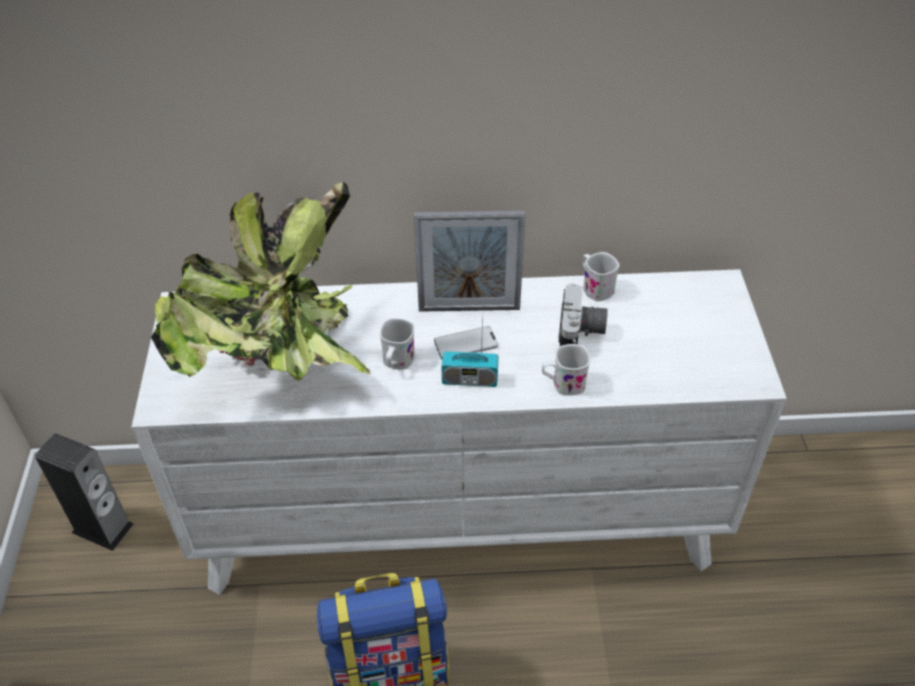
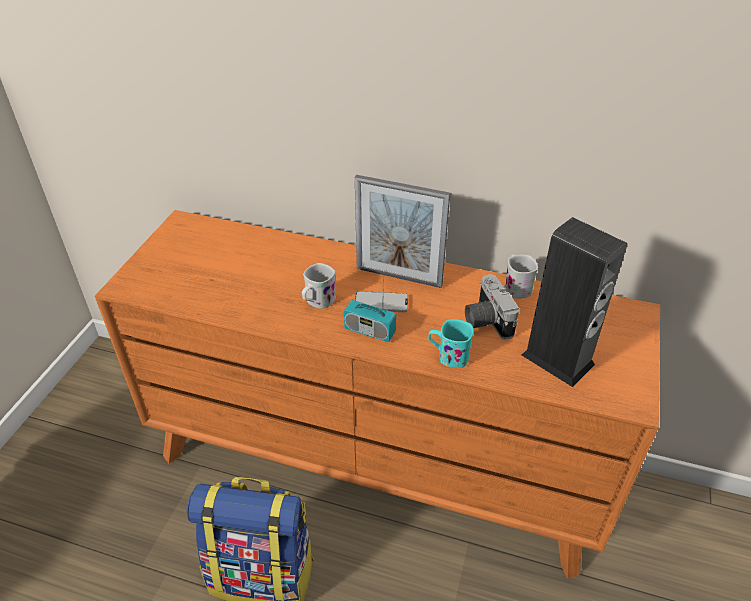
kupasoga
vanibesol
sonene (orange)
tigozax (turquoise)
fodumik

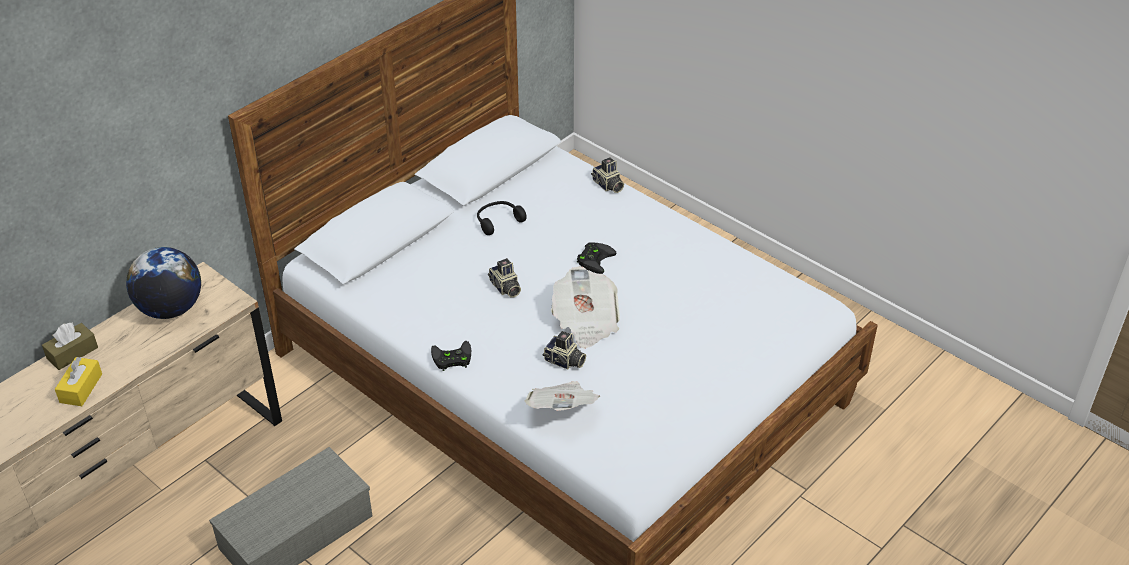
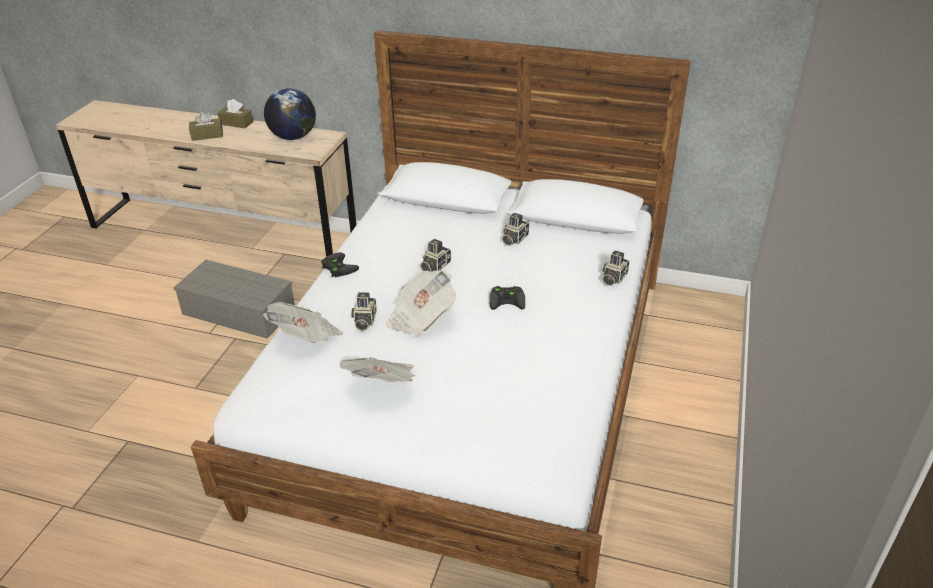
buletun (no. 2 from left)
fodumik (no. 3 from left)
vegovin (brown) (no. 1 from left)

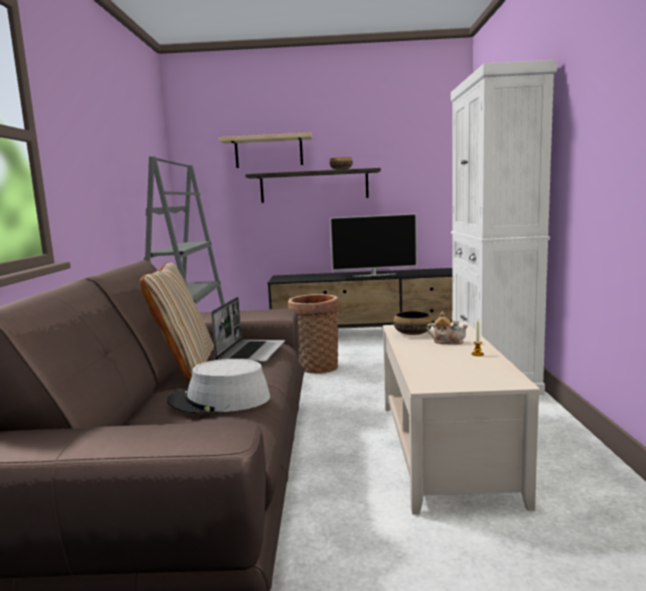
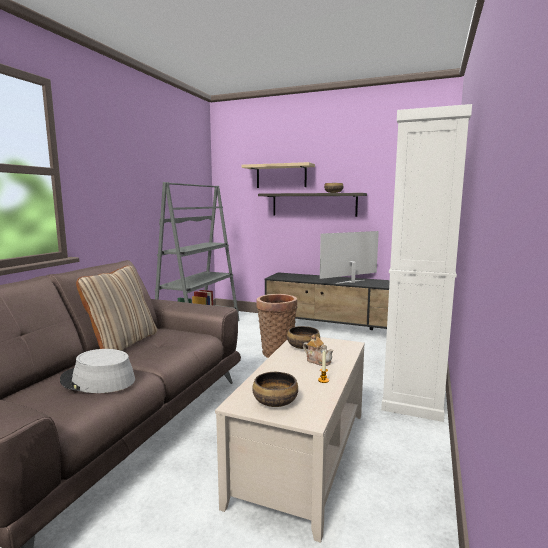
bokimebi
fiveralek (no. 1 from left)
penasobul

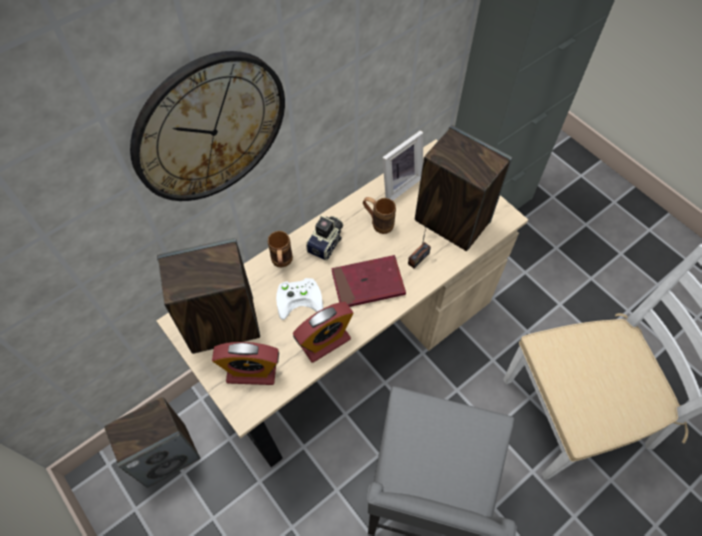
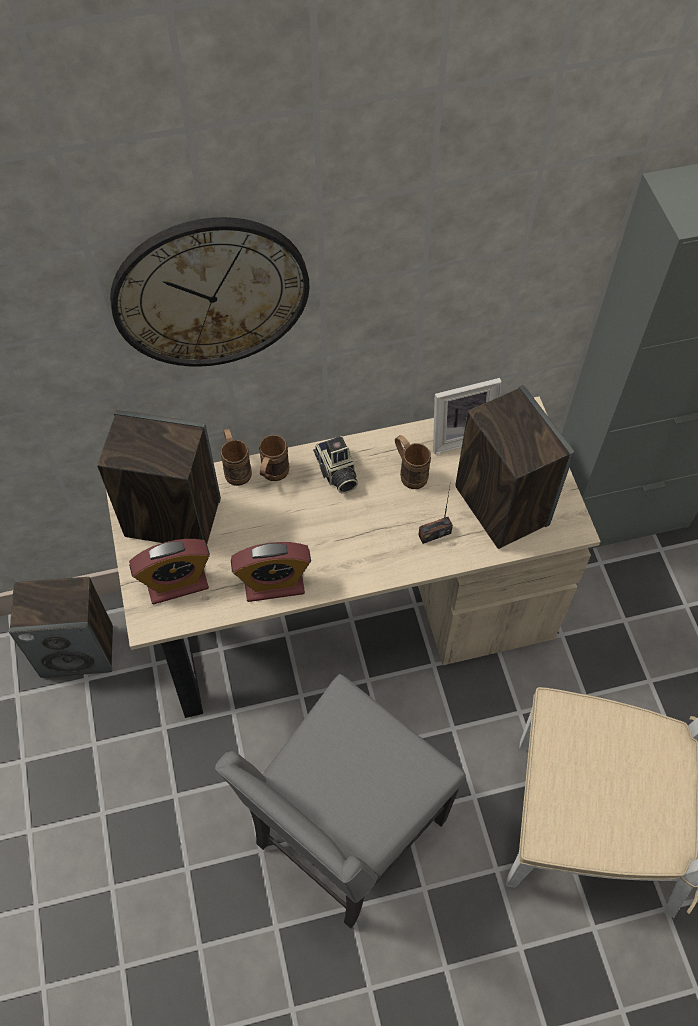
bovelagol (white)
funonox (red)
tigozax (brown) (no. 1 from left)
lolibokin (no. 1 from left)
fodumik

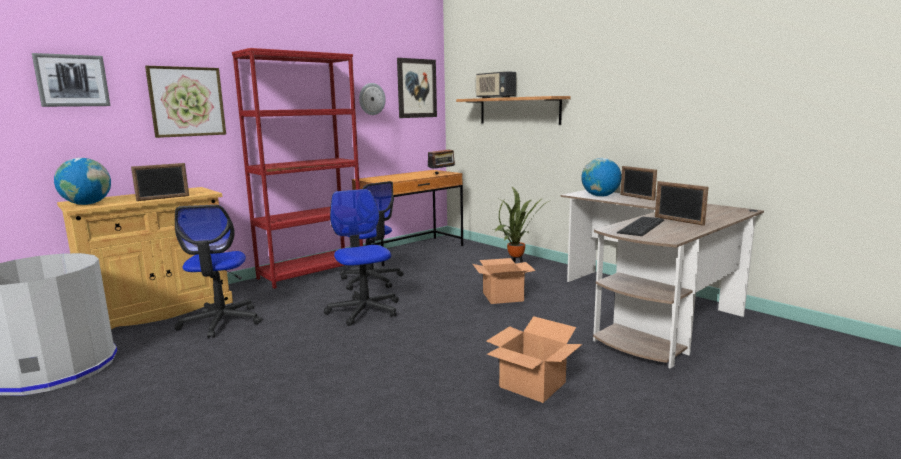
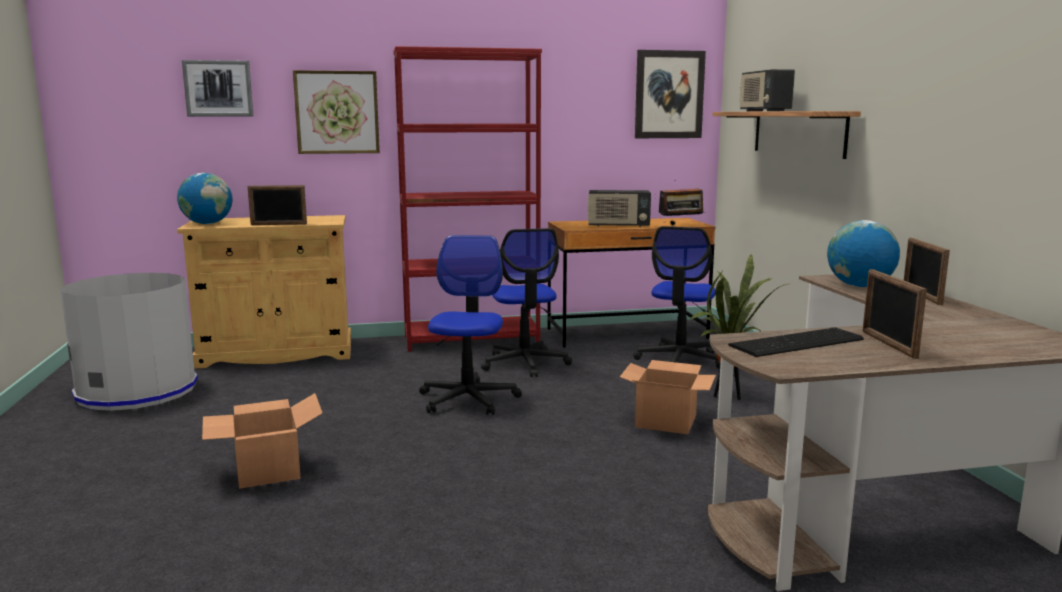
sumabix
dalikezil (no. 1 from left)
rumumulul (no. 3 from left)
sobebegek (no. 1 from left)

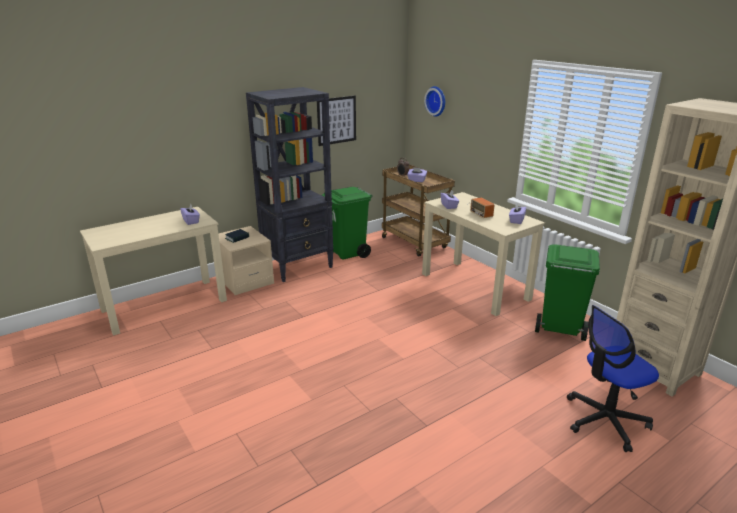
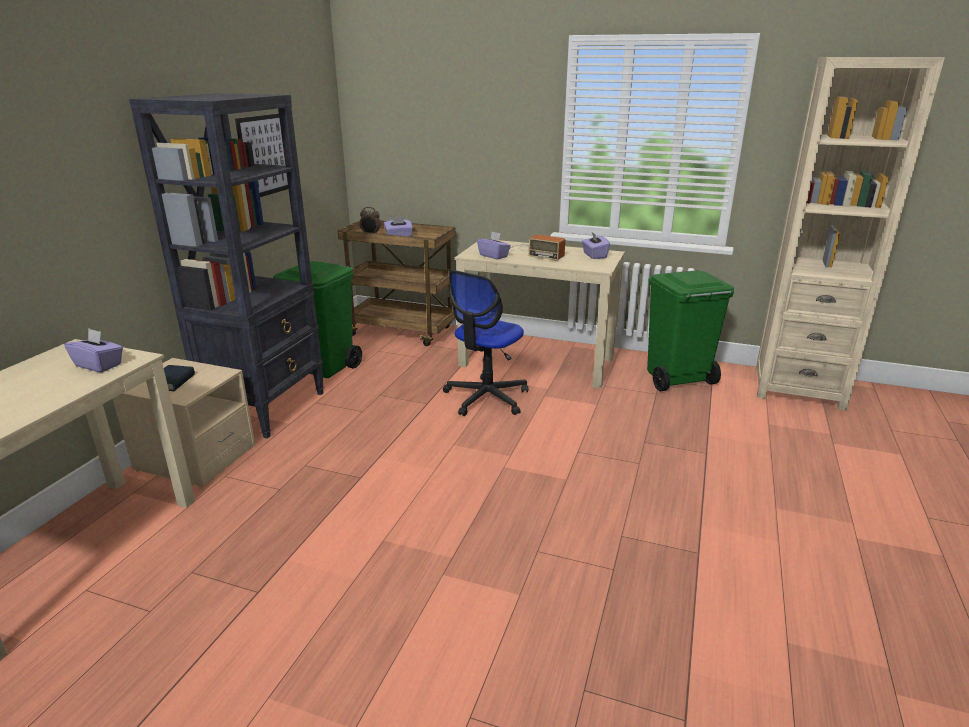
sumabix
rumumulul

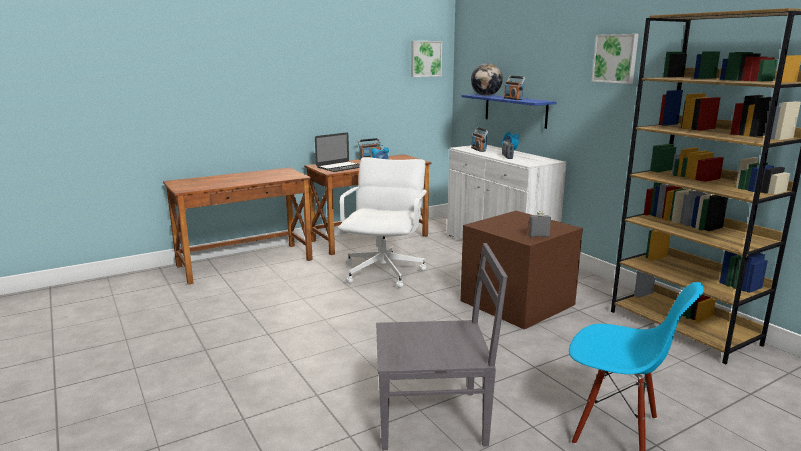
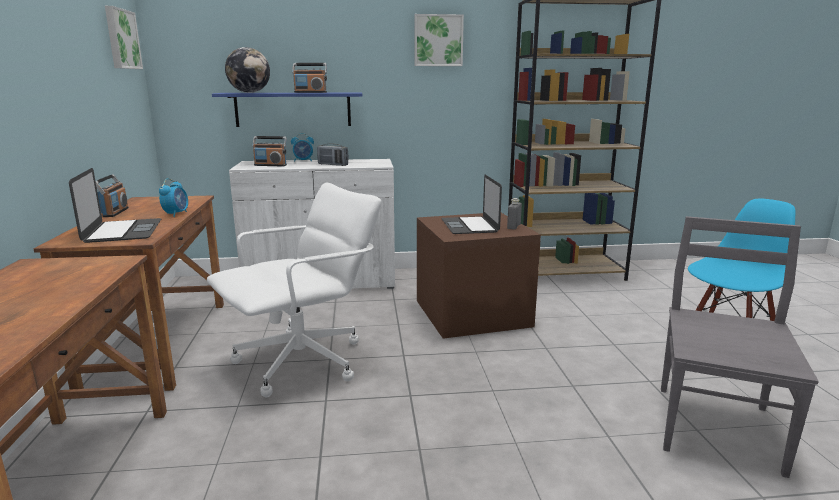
bokimebi (no. 2 from left)
rumumulul (white)

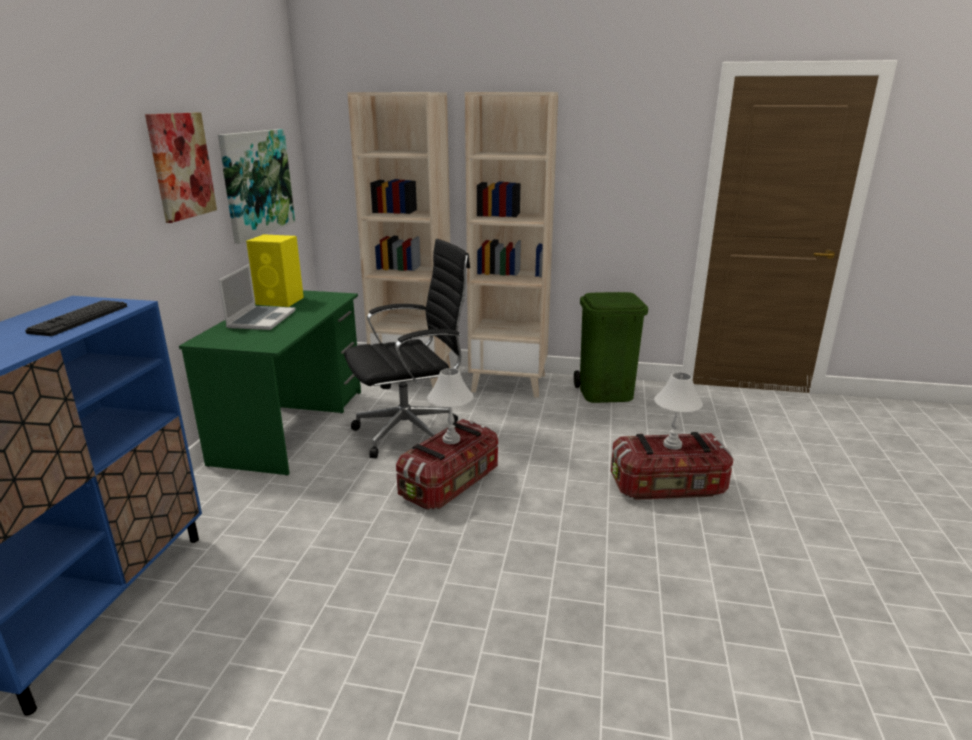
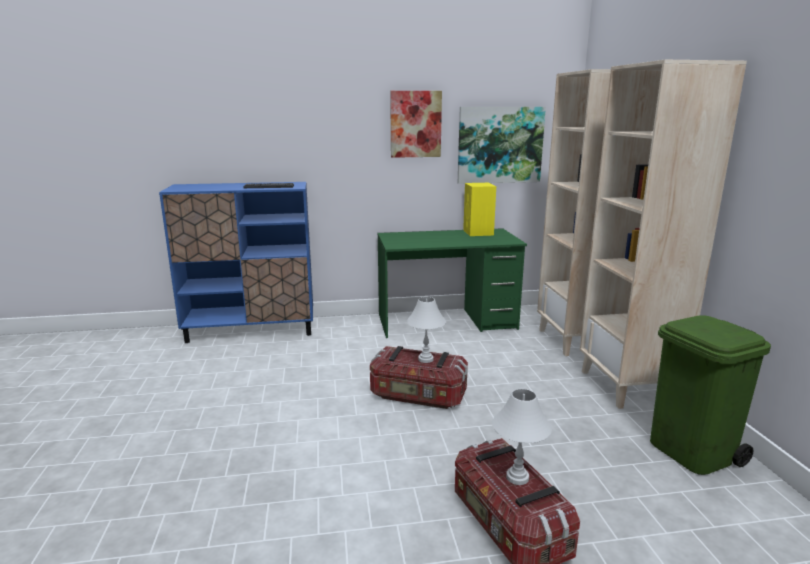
bokimebi
rumumulul (black)

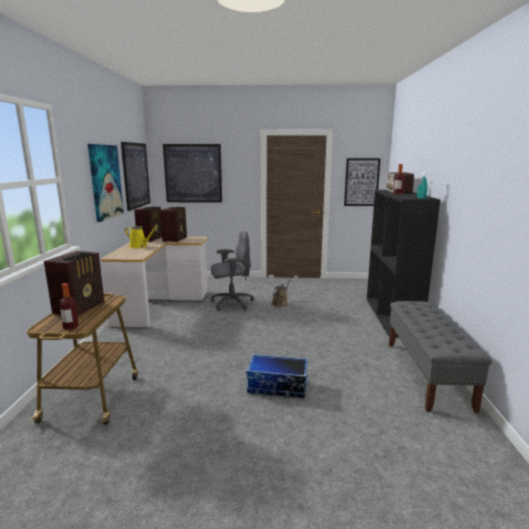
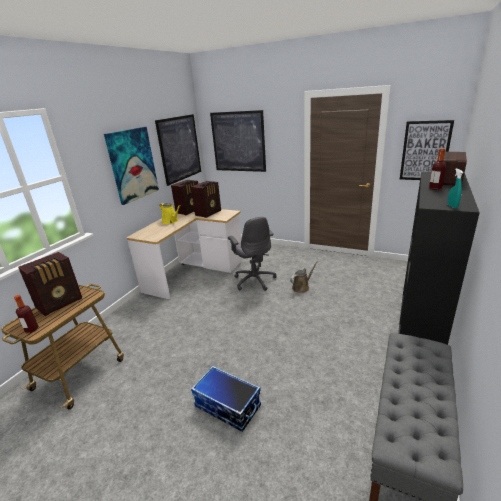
rumumulul (grey)

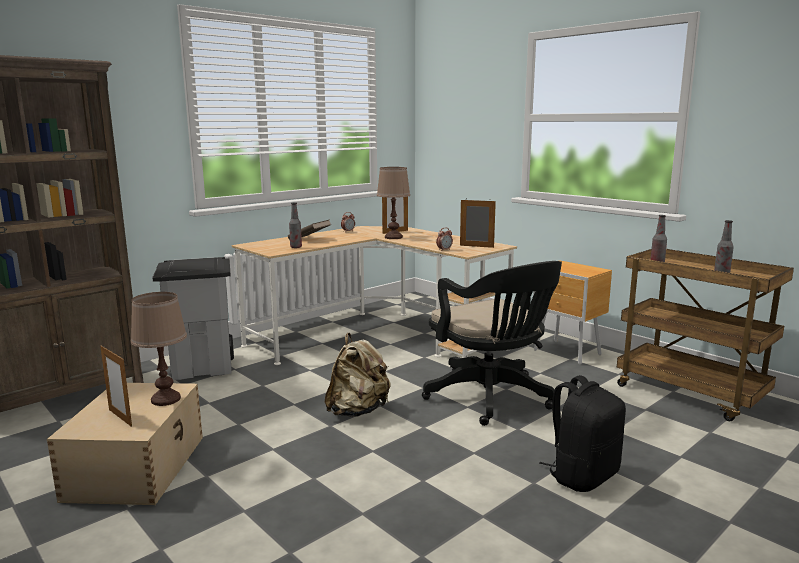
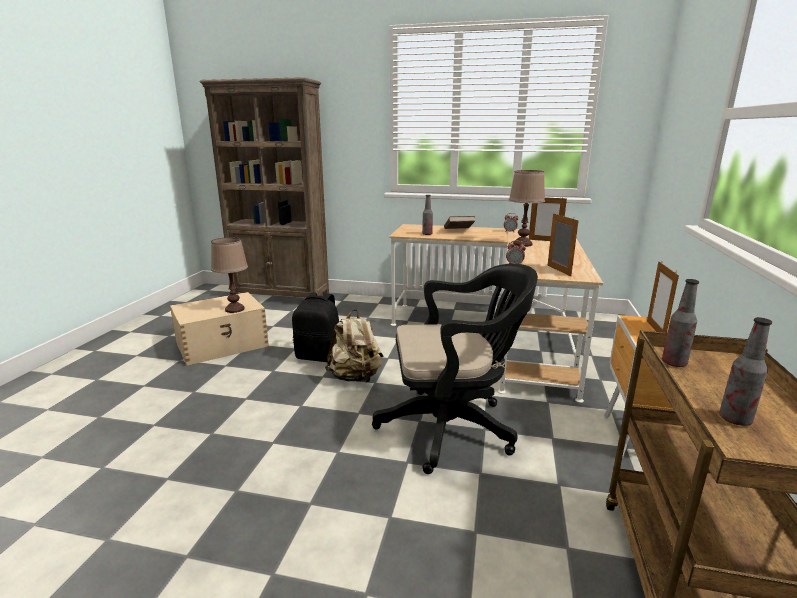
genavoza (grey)
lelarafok (no. 3 from left)
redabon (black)
rumumulul (black)

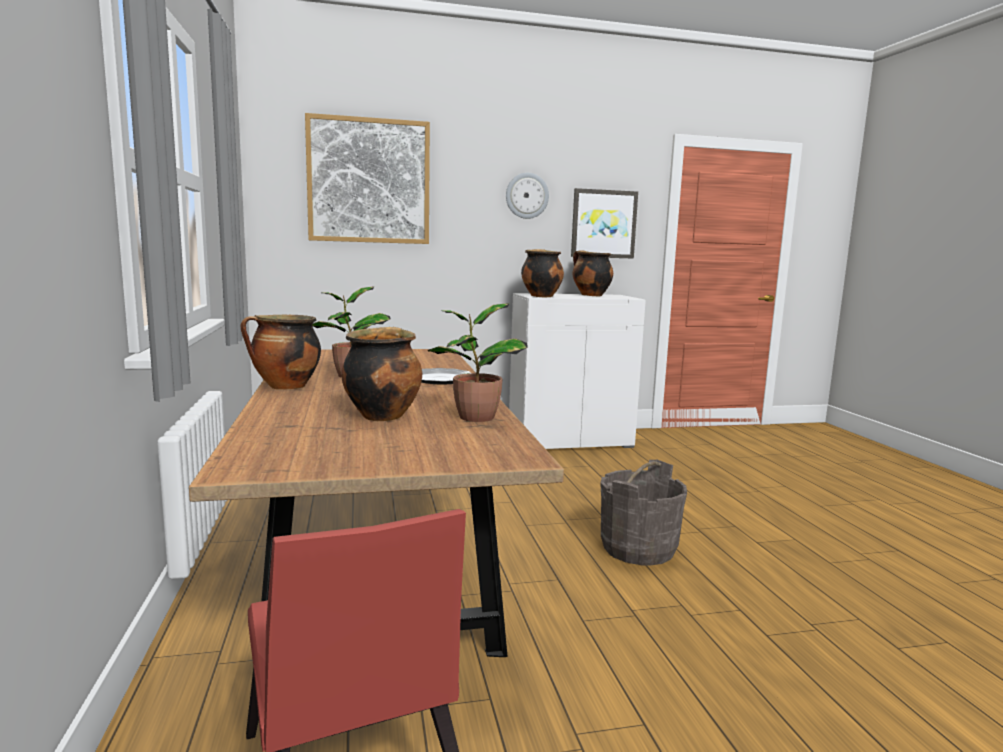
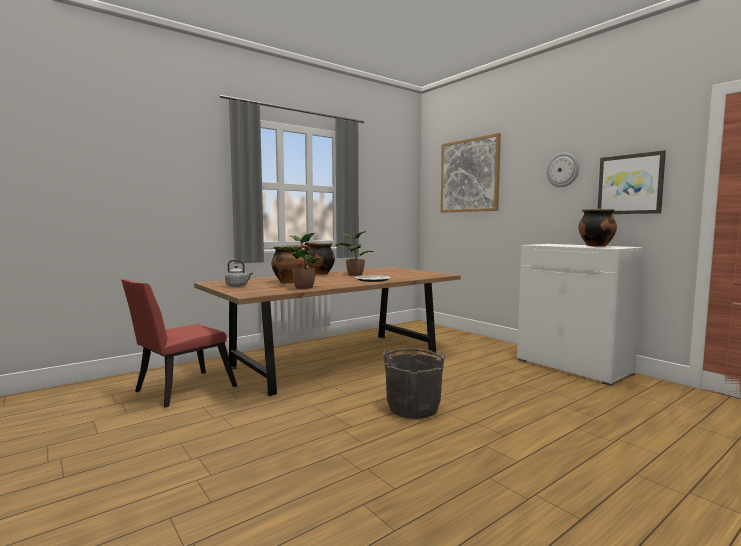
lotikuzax (no. 3 from left in the first image)
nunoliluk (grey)

